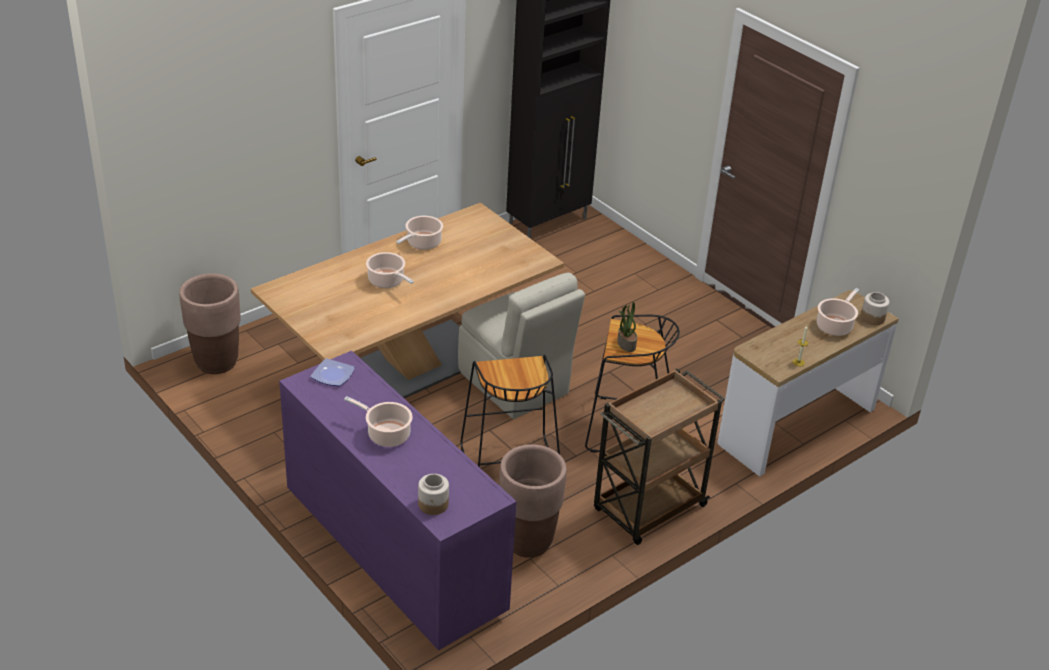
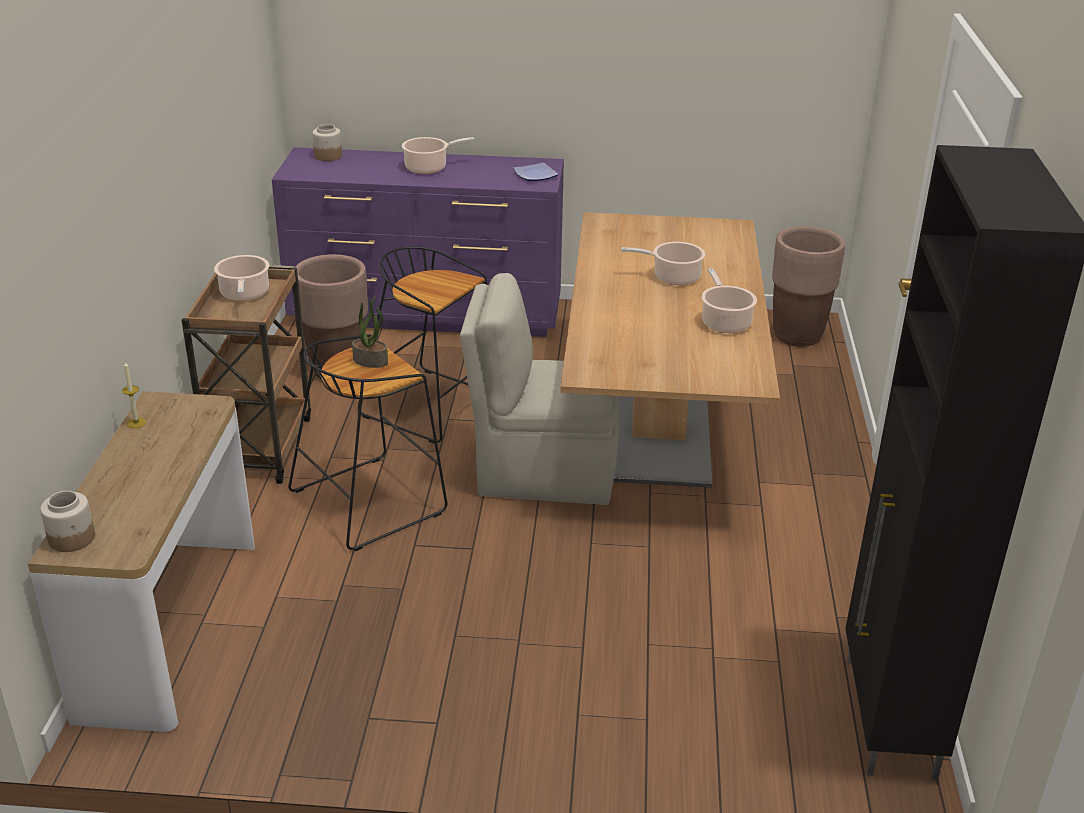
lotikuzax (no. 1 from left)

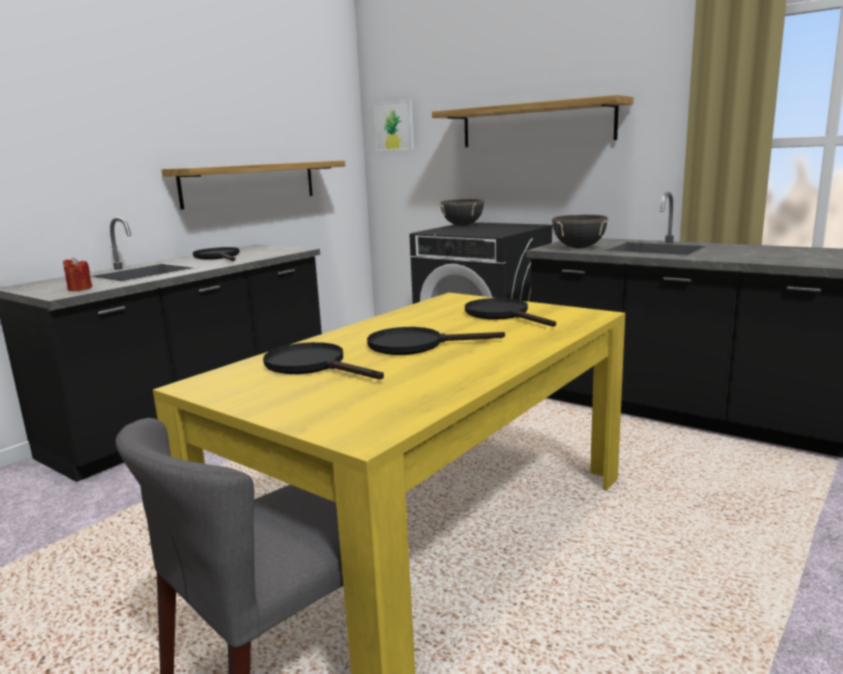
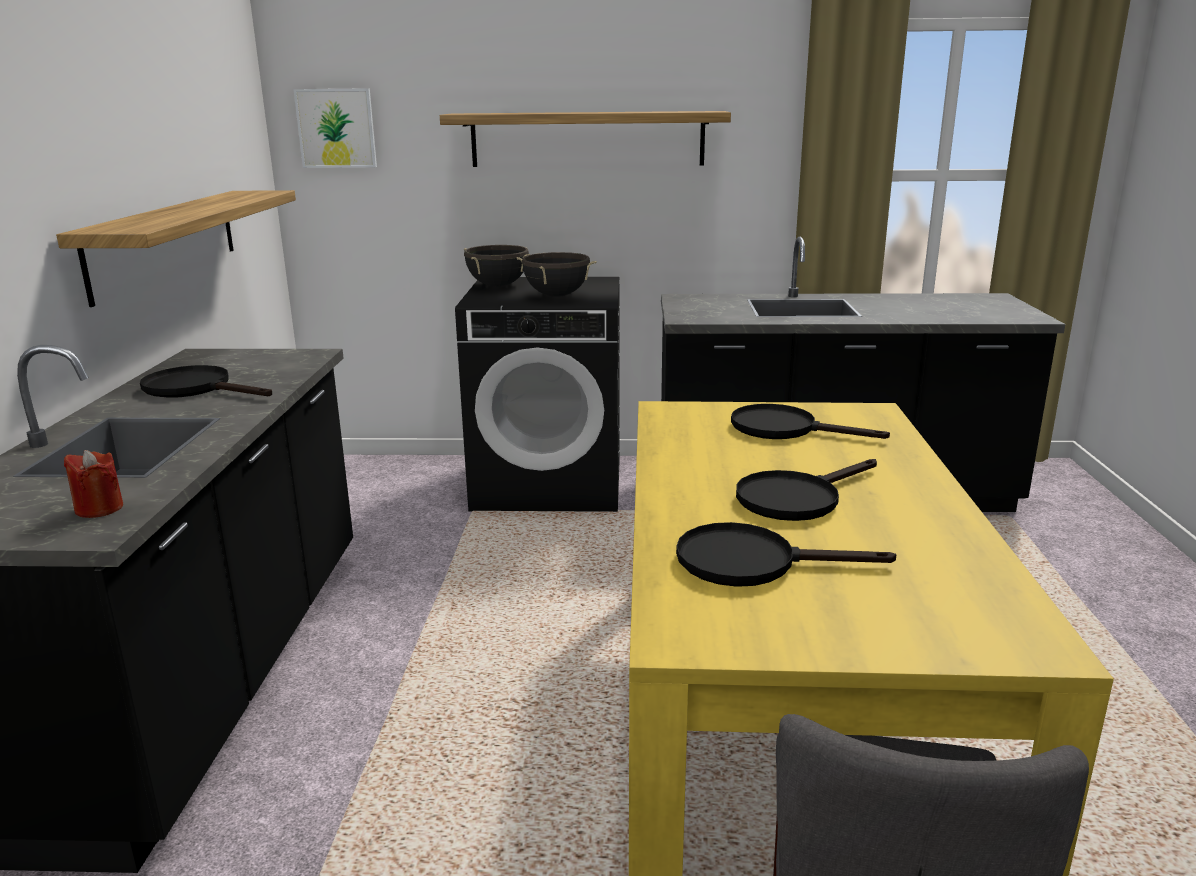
lotikuzax (black) (no. 2 from left)

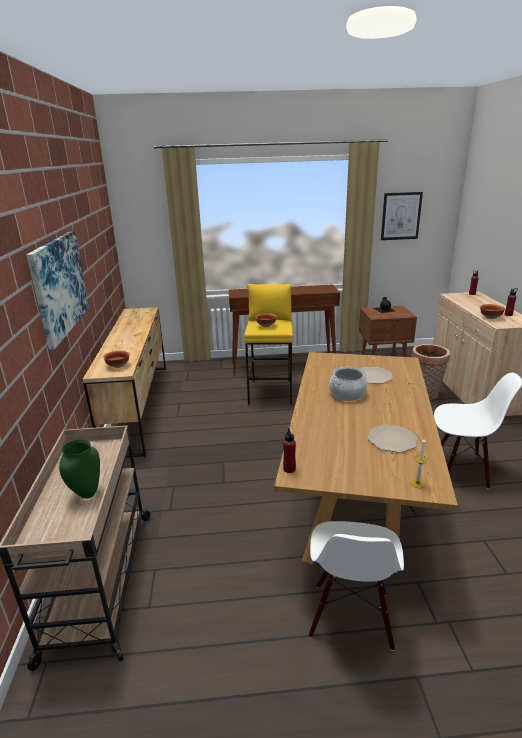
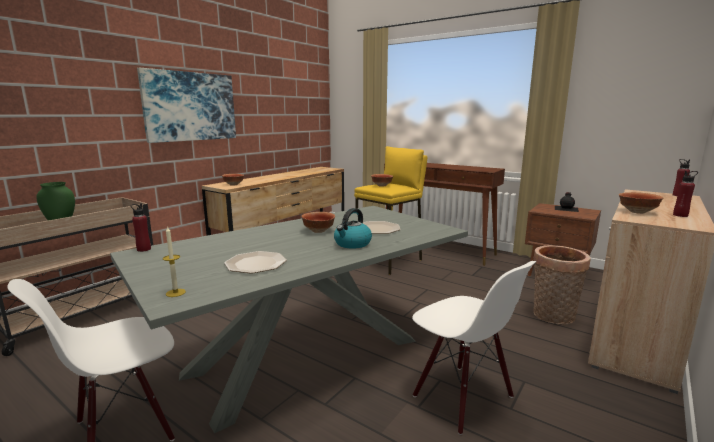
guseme (no. 2 from left in the first image)
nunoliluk
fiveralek (no. 2 from left)
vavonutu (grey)

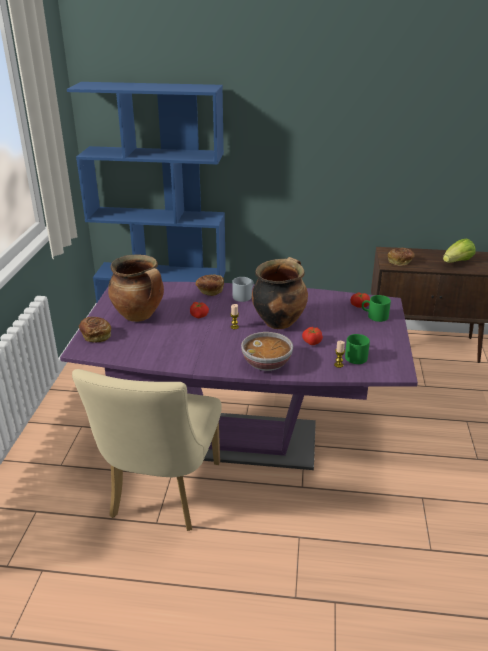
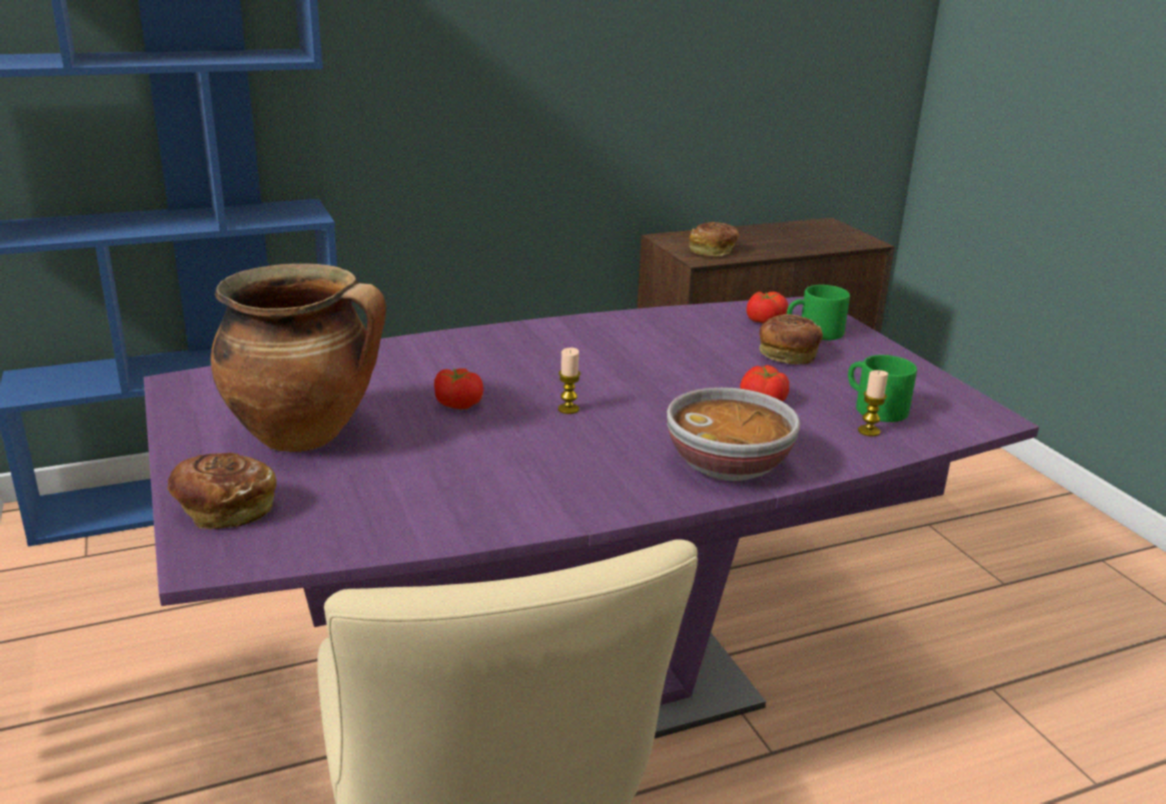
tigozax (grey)
lotikuzax (no. 2 from left in the first image)
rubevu
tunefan (no. 3 from left)

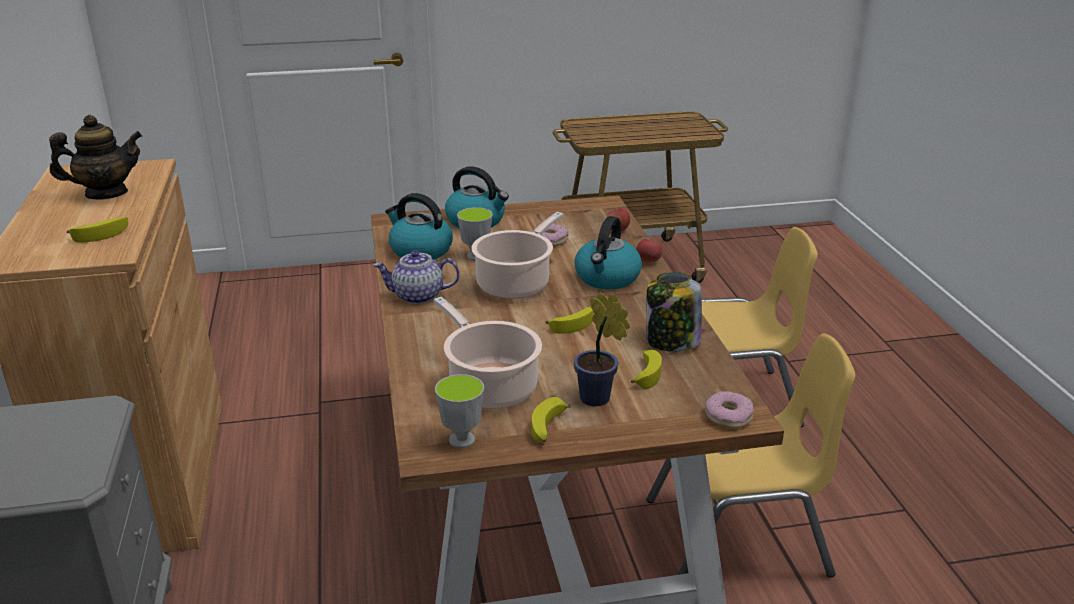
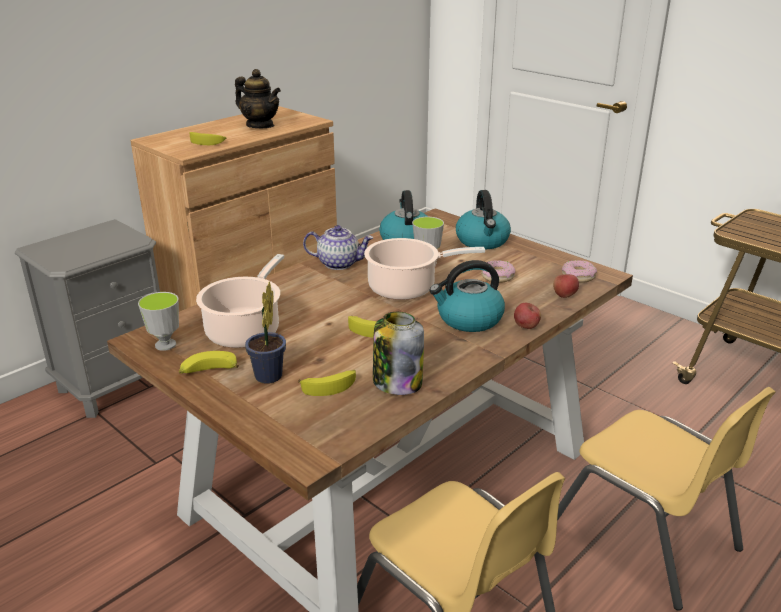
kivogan (no. 2 from left)
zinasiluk (no. 2 from left)

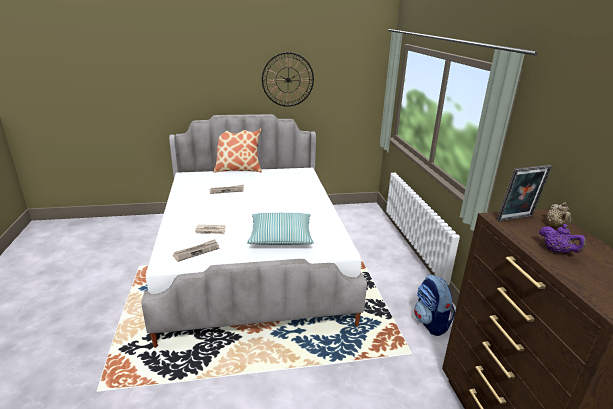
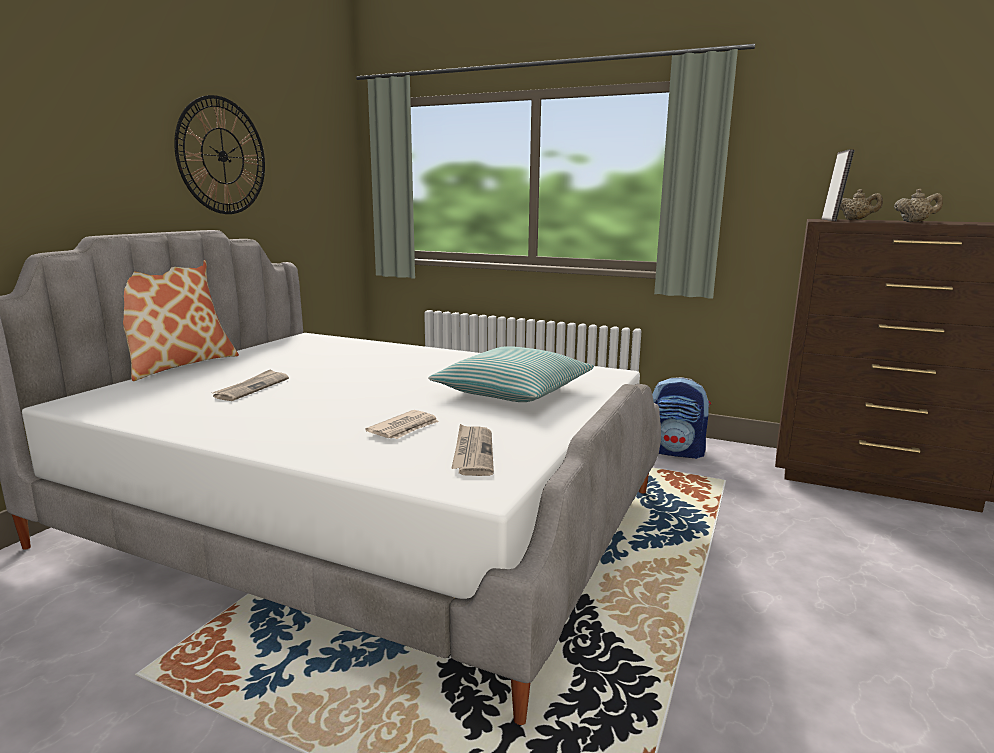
zinasiluk (beige) (no. 2 from left)

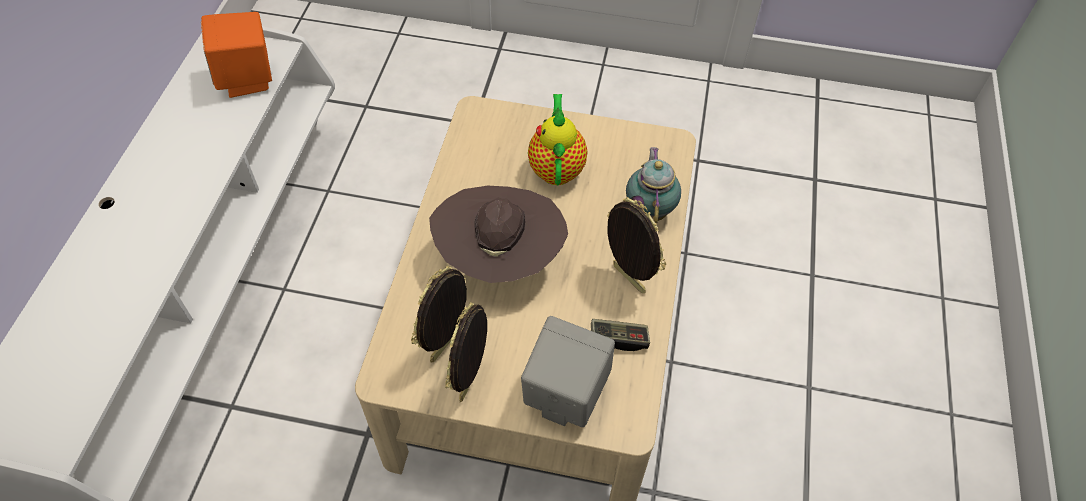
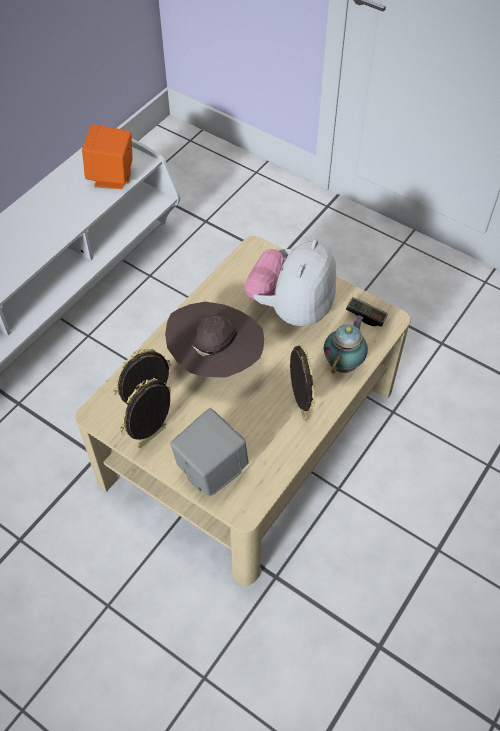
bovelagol
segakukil

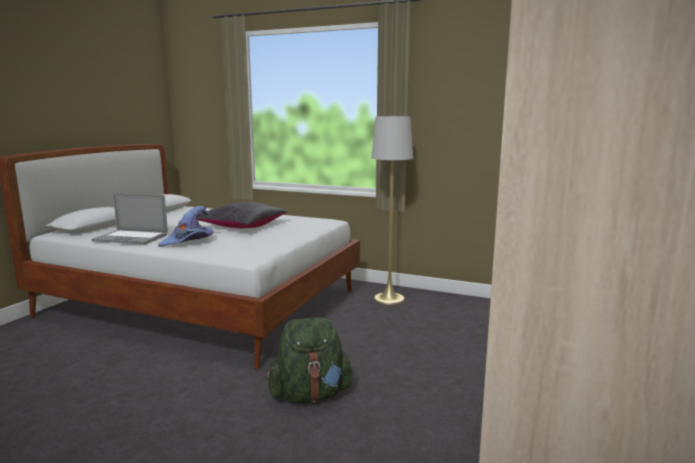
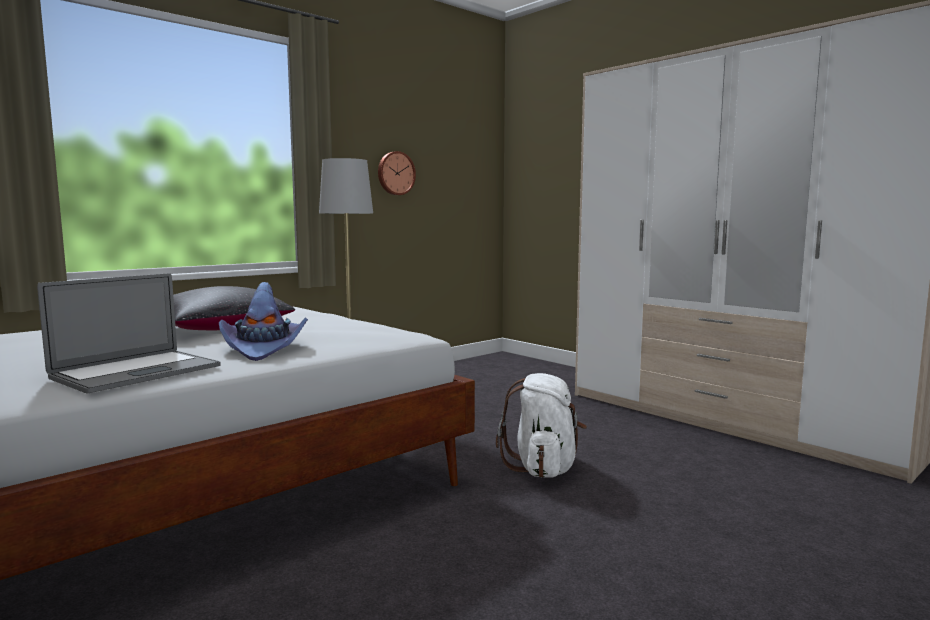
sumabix
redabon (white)

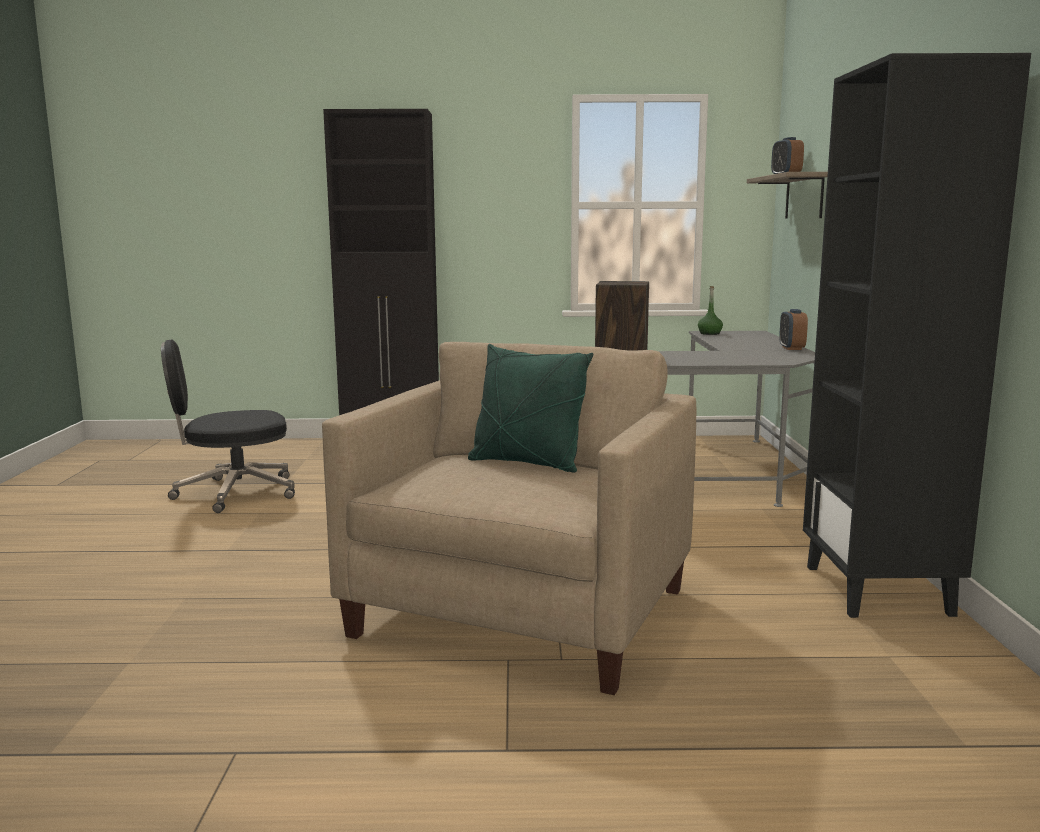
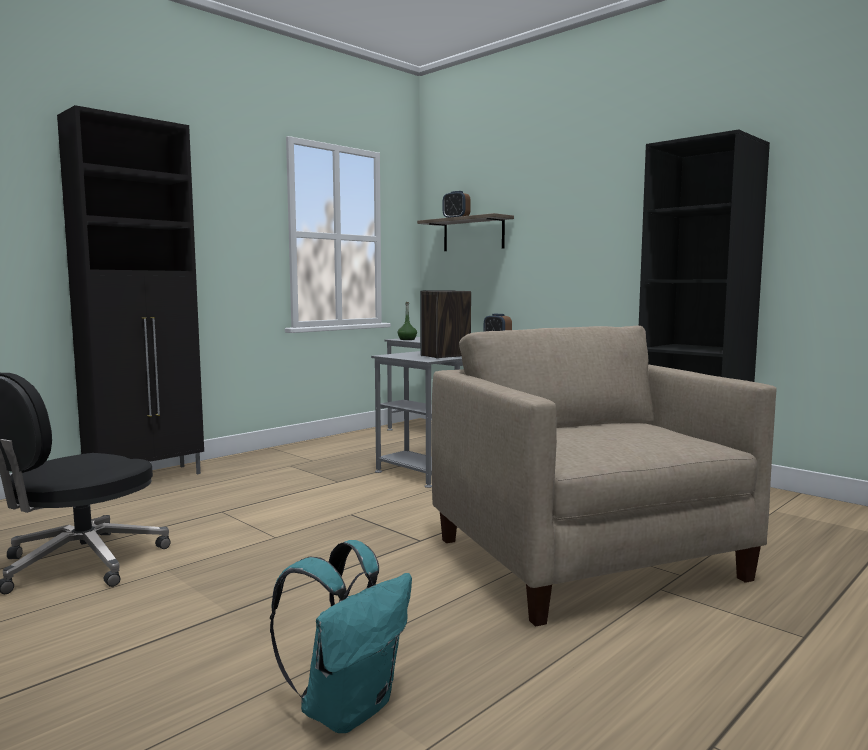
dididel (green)
redabon (turquoise)

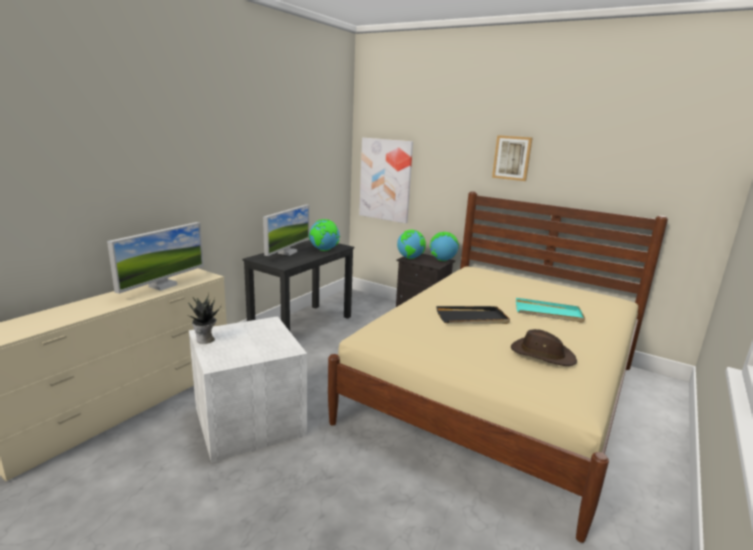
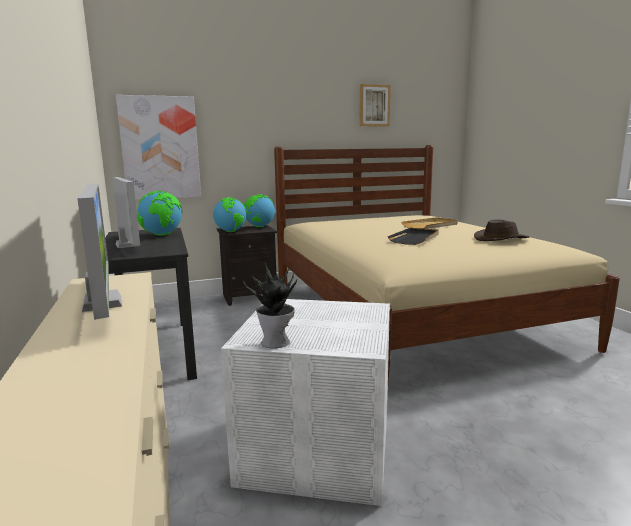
guseme (no. 2 from left)
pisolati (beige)

